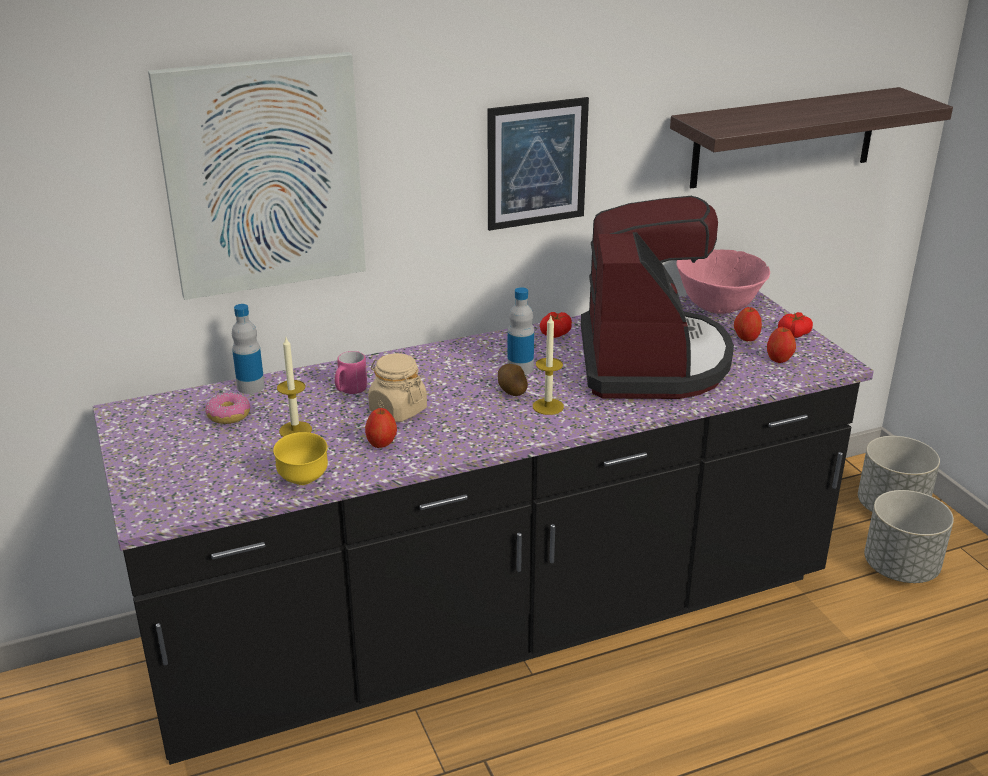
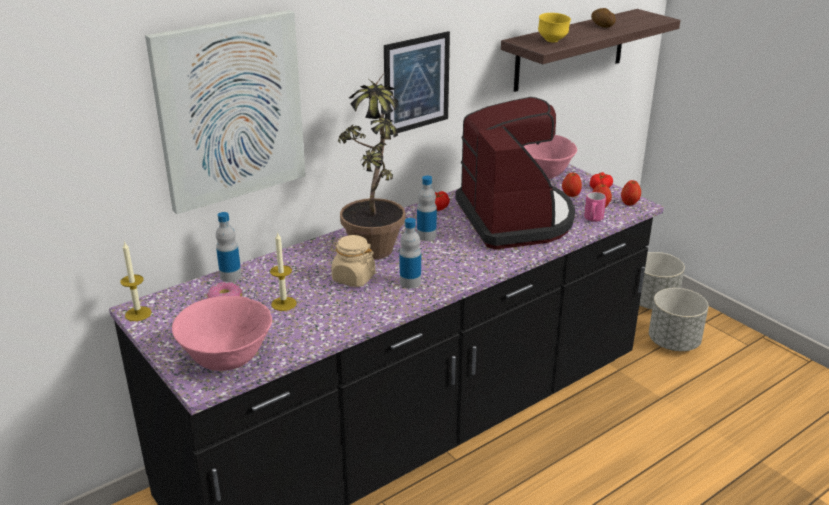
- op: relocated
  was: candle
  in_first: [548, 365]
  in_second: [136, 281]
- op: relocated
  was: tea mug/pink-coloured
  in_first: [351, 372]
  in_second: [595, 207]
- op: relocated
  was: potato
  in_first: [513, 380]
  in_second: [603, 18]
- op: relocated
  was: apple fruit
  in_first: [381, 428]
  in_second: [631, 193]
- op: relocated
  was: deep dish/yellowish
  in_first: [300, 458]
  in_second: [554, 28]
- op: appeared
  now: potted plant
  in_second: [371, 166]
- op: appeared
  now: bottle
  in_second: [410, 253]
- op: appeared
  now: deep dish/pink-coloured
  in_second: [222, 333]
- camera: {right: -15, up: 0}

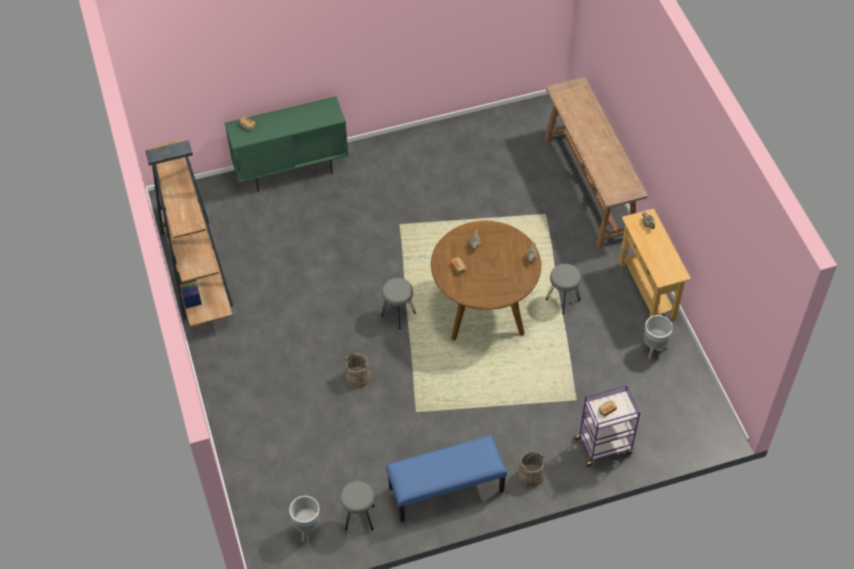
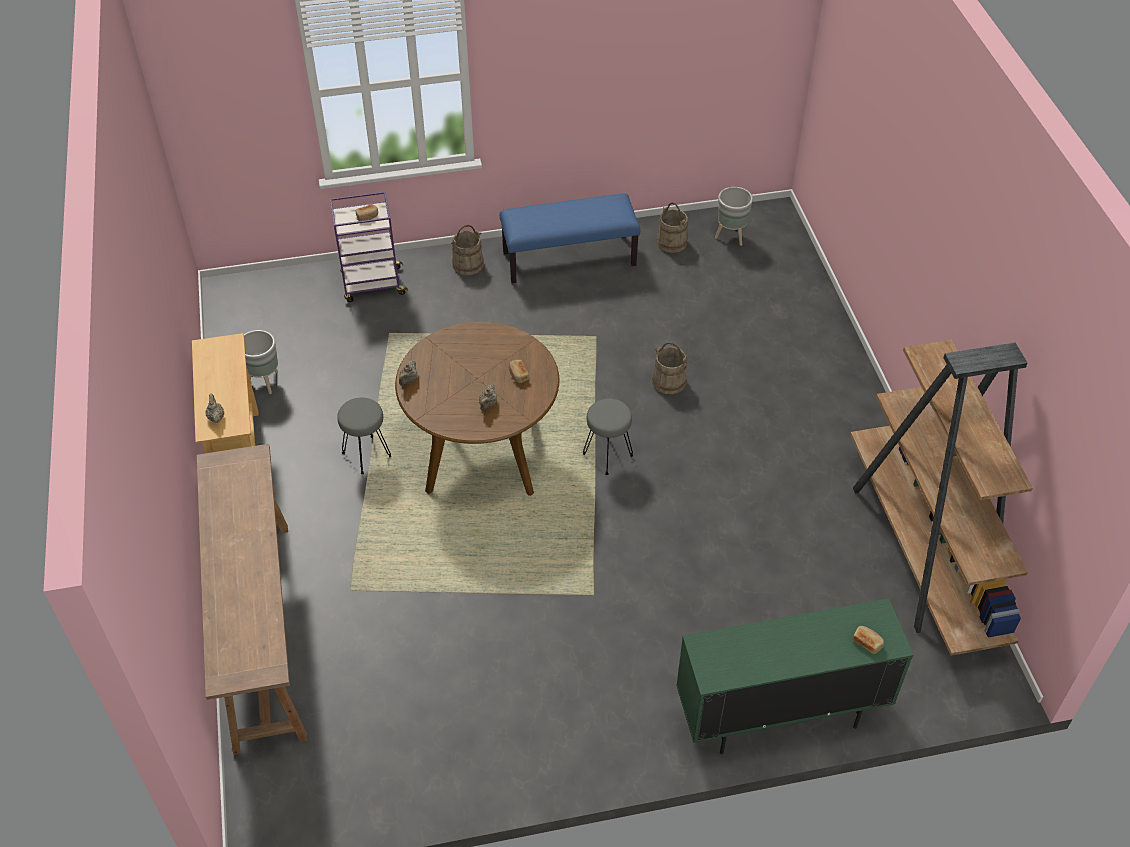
- op: exchanged
  was: stool/greyish
  now: bucket/sand-coloured
  in_first: [357, 505]
  in_second: [672, 227]
- camera: {right: -175, up: -5}

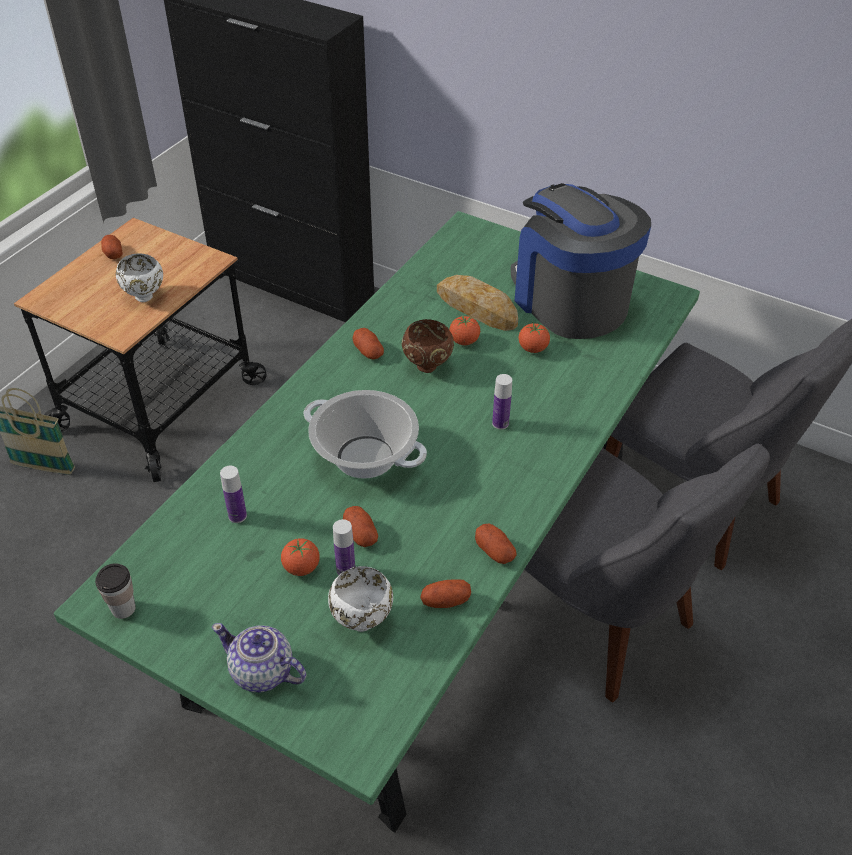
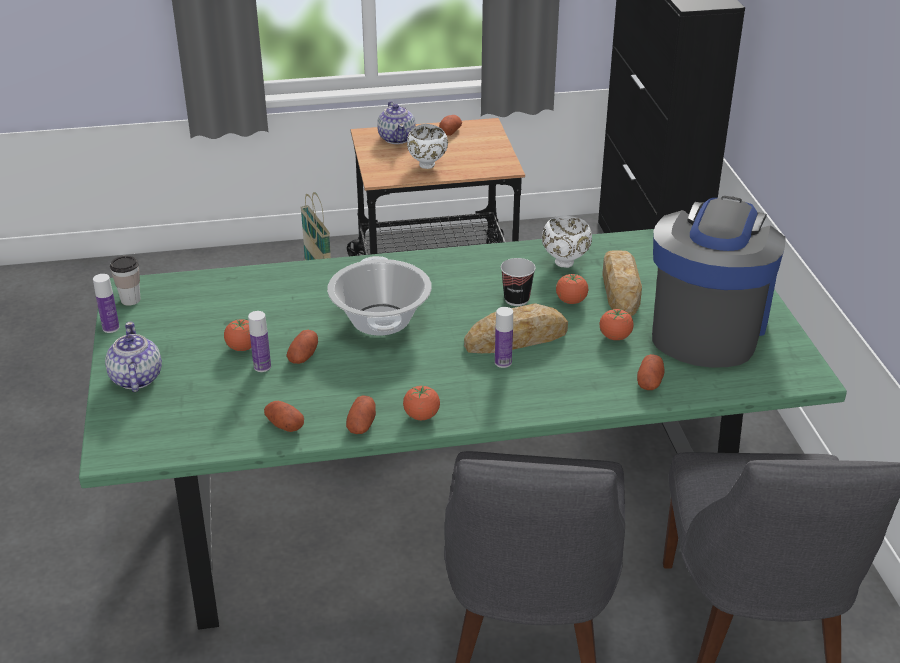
- op: exchanged
  was: deep dish/brownish
  now: cup
  in_first: [428, 346]
  in_second: [518, 282]
- op: relocated
  was: potato
  in_first: [368, 344]
  in_second: [650, 372]
- op: relocated
  was: bottle
  in_first: [233, 494]
  in_second: [106, 303]
- op: relocated
  was: deep dish/white-coloured
  in_first: [360, 599]
  in_second: [567, 242]
- op: appeared
  now: teapot
  in_second: [396, 122]
- op: appeared
  now: bread
  in_second: [516, 328]
- op: appeared
  now: whole tomato
  in_second: [421, 402]
- camera: {right: 50, up: -10}

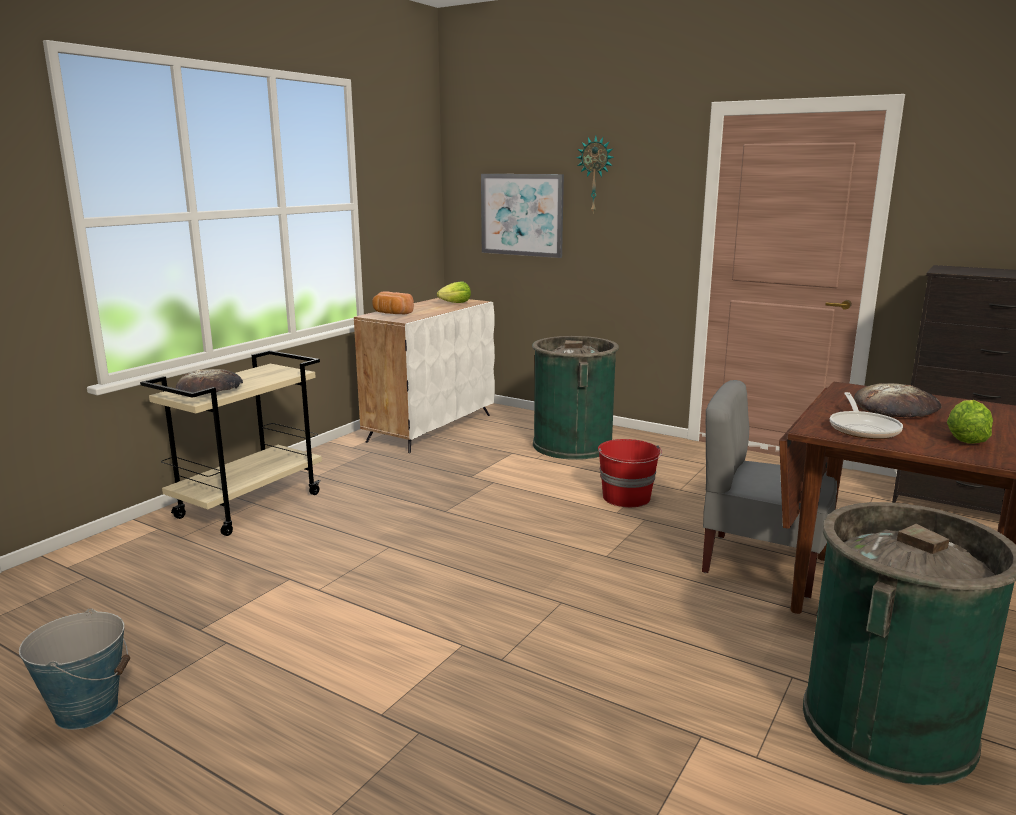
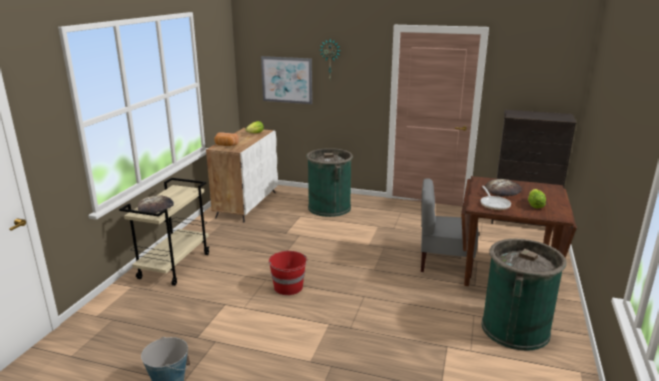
- op: relocated
  was: bucket/red
  in_first: [630, 473]
  in_second: [288, 273]
- camera: {right: -15, up: 5}

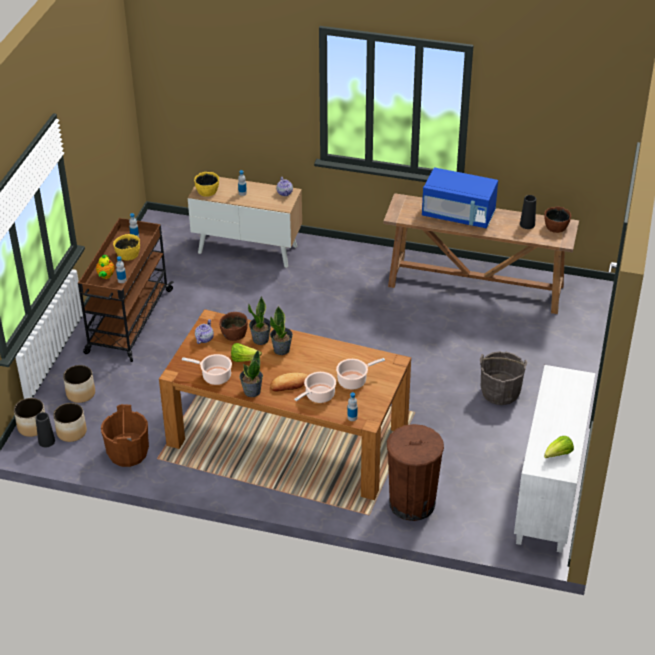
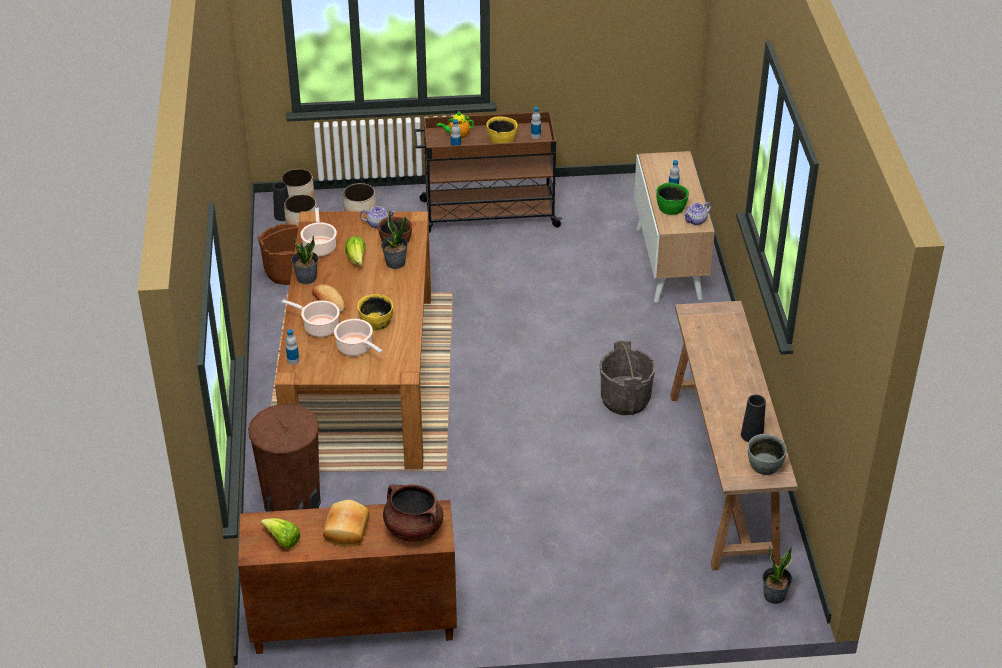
- op: missing
  was: microwave/blue-coloured
  in_first: [460, 197]
- op: relocated
  was: deep dish/yellowish
  in_first: [206, 184]
  in_second: [375, 312]
- op: colour
  was: deep dish/brownish
  now: deep dish/greyish
  in_first: [557, 219]
  in_second: [767, 454]
- op: relocated
  was: potted plant
  in_first: [281, 330]
  in_second: [777, 575]
- op: relocated
  was: bucket/greyish
  in_first: [503, 378]
  in_second: [627, 378]
- op: colour
  was: cabinet/white-coloured
  now: cabinet/brownish
  in_first: [555, 459]
  in_second: [347, 577]
- op: appeared
  now: deep dish/green-coloured
  in_second: [672, 199]
- op: appeared
  now: stockpot/brownish
  in_second: [413, 513]
- op: appeared
  now: bread
  in_second: [346, 523]
- camera: {right: 70, up: 0}

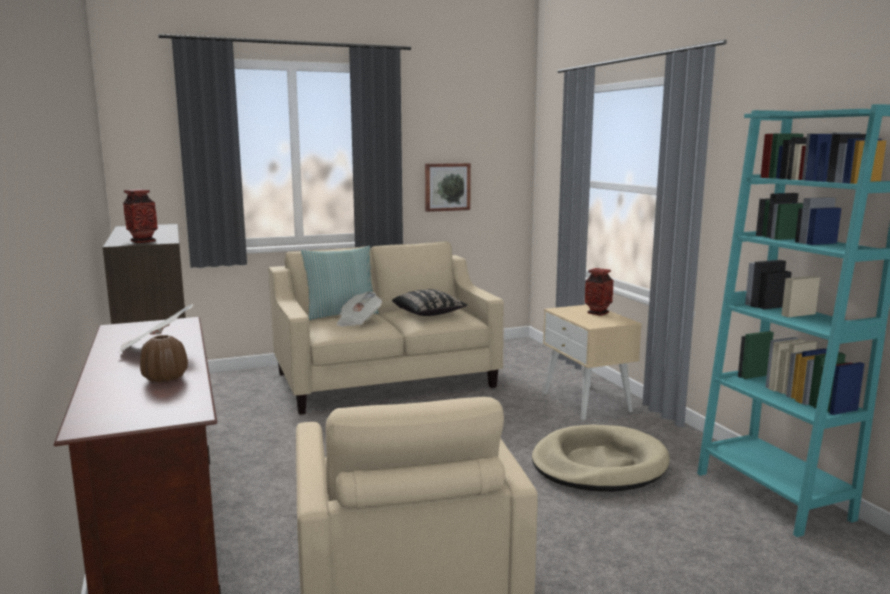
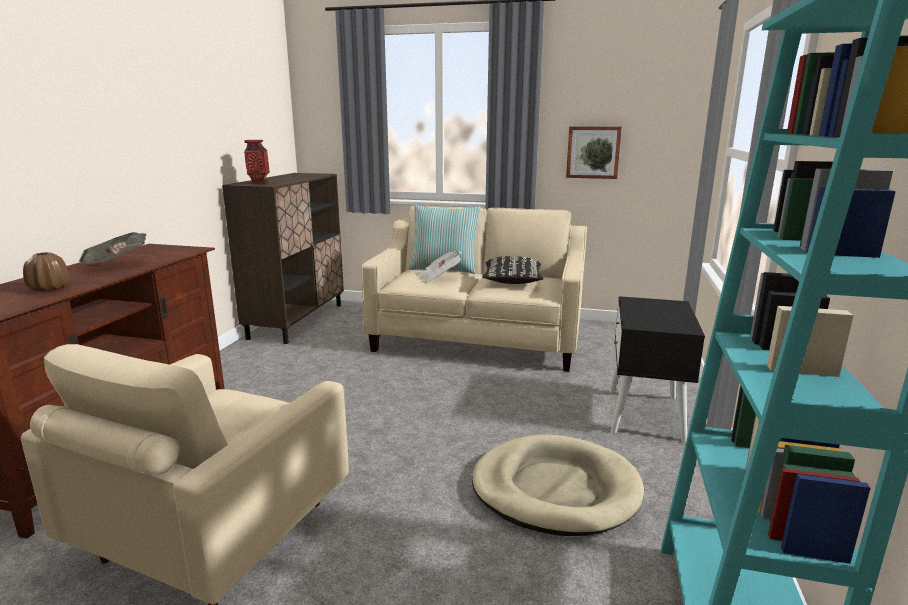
- op: missing
  was: flower vase
  in_first: [599, 292]
- op: colour
  was: night table/sand-coloured
  now: night table/blackish
  in_first: [592, 362]
  in_second: [657, 369]
- camera: {right: 35, up: 5}

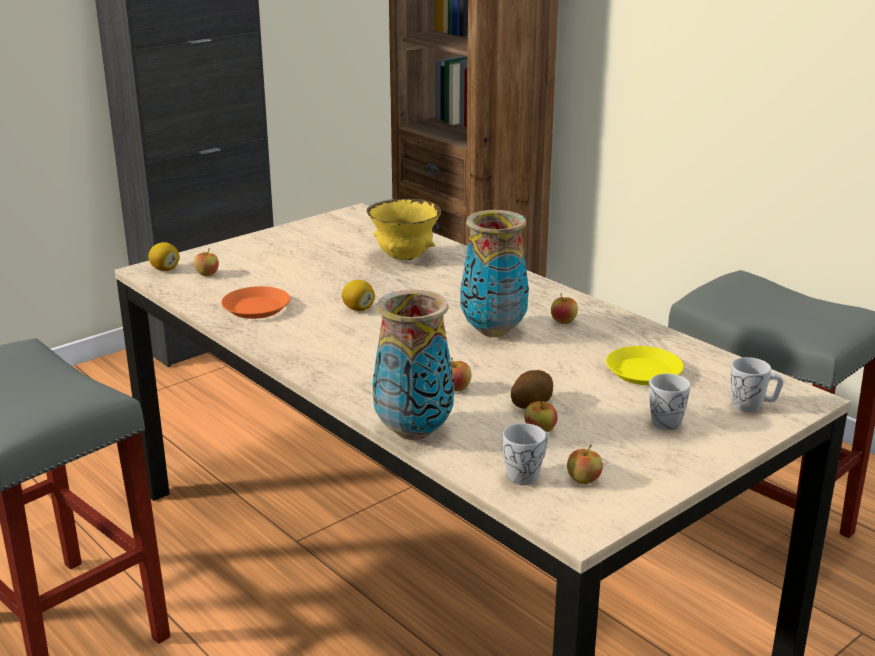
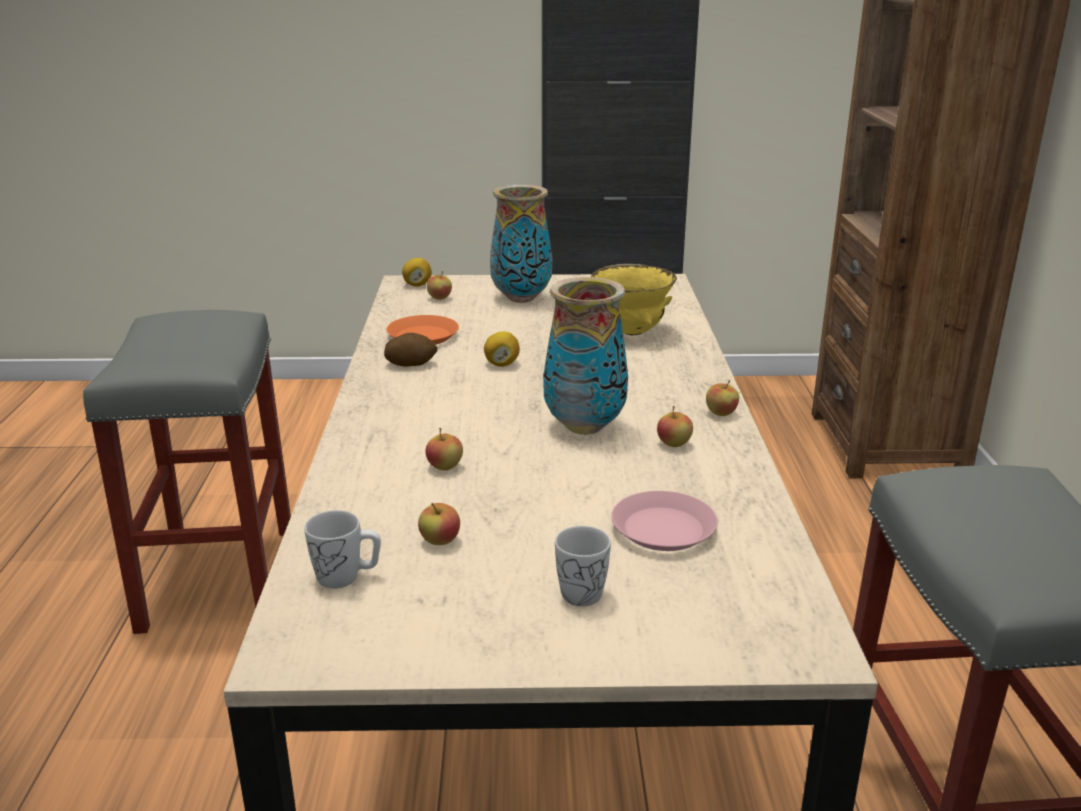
- op: relocated
  was: flower vase
  in_first: [413, 364]
  in_second: [521, 244]
- op: colour
  was: flat dish/yellowish
  now: flat dish/pink-coloured
  in_first: [645, 365]
  in_second: [664, 521]
- op: missing
  was: tea mug/white-coloured
  in_first: [756, 384]
- op: relocated
  was: potato
  in_first: [532, 389]
  in_second: [411, 350]
- op: relocated
  was: apple fruit
  in_first: [585, 464]
  in_second: [722, 397]
- camera: {right: 40, up: 0}

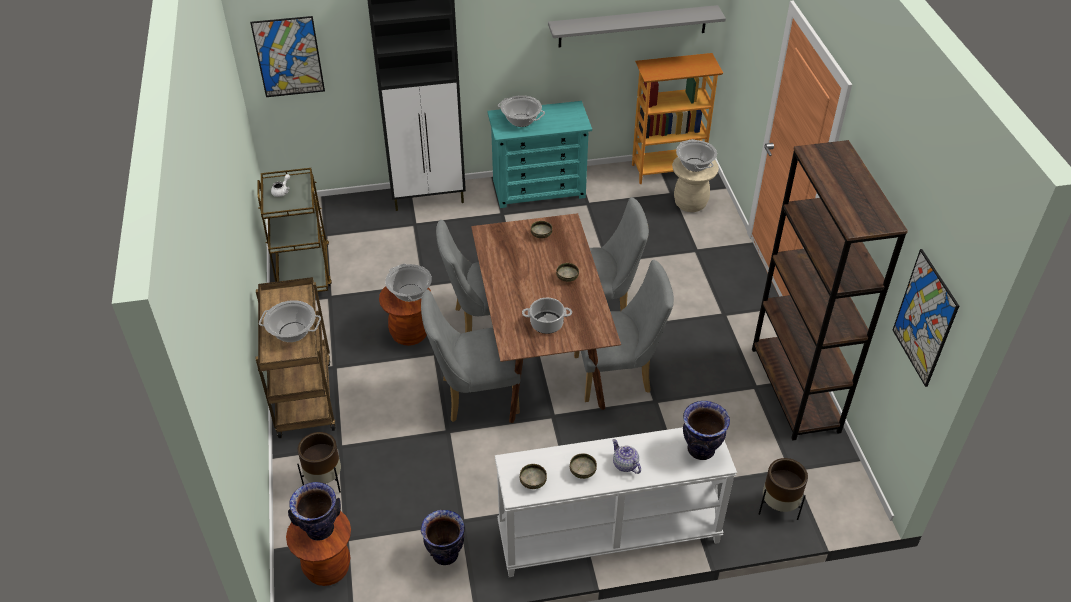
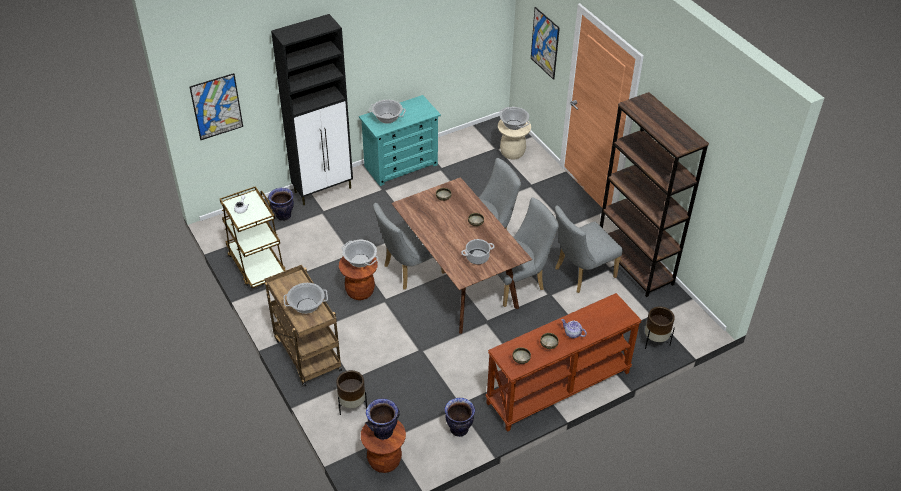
- op: missing
  was: shelf/greyish
  in_first: [637, 26]
- op: missing
  was: shelving unit
  in_first: [677, 118]
- op: relocated
  was: wall picture
  in_first: [926, 318]
  in_second: [545, 43]
- op: relocated
  was: chair/greyish
  in_first: [471, 355]
  in_second: [589, 249]
- op: relocated
  was: flower vase
  in_first: [706, 430]
  in_second: [281, 204]
- op: colour
  was: hall table/white-coloured
  now: hall table/brownish
  in_first: [616, 502]
  in_second: [564, 362]
- camera: {right: -20, up: 0}

